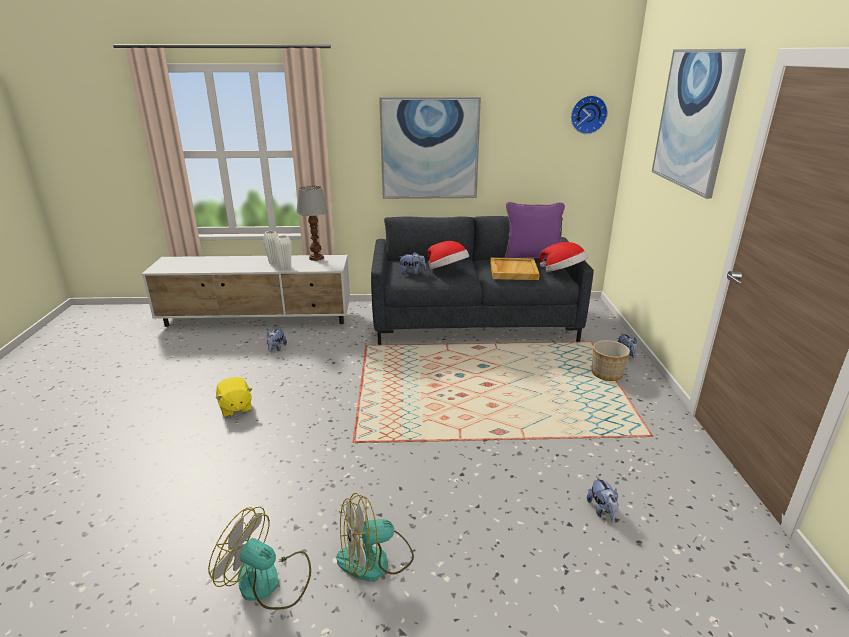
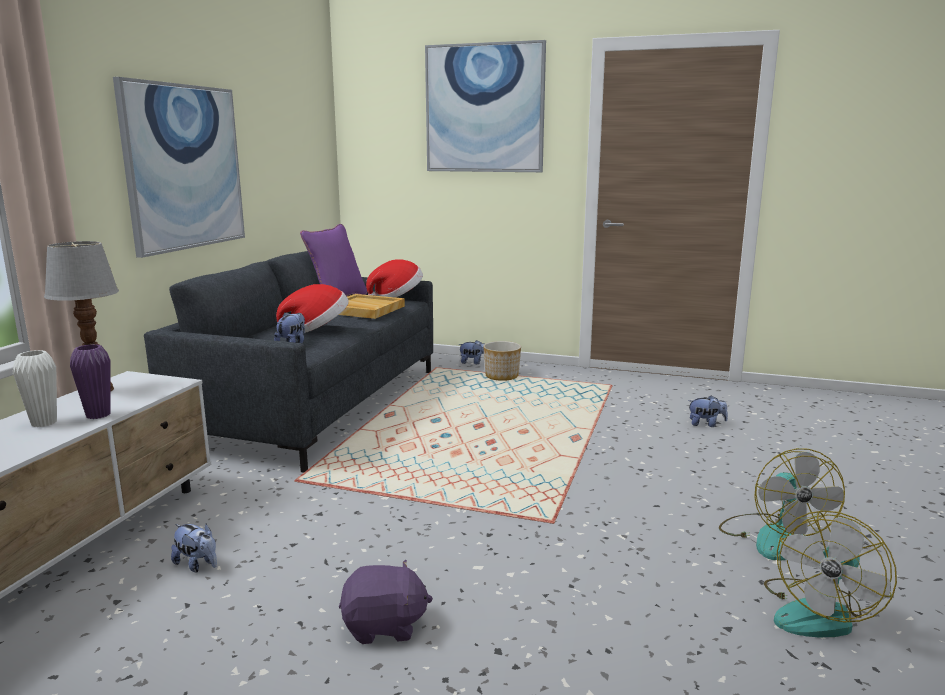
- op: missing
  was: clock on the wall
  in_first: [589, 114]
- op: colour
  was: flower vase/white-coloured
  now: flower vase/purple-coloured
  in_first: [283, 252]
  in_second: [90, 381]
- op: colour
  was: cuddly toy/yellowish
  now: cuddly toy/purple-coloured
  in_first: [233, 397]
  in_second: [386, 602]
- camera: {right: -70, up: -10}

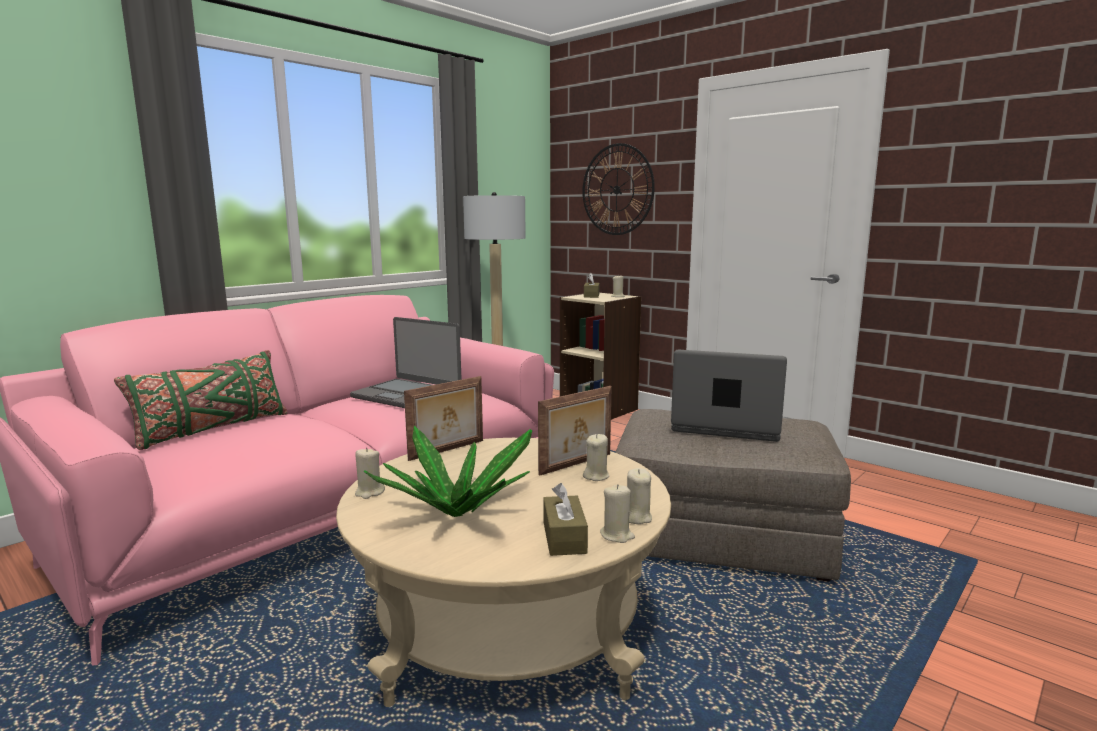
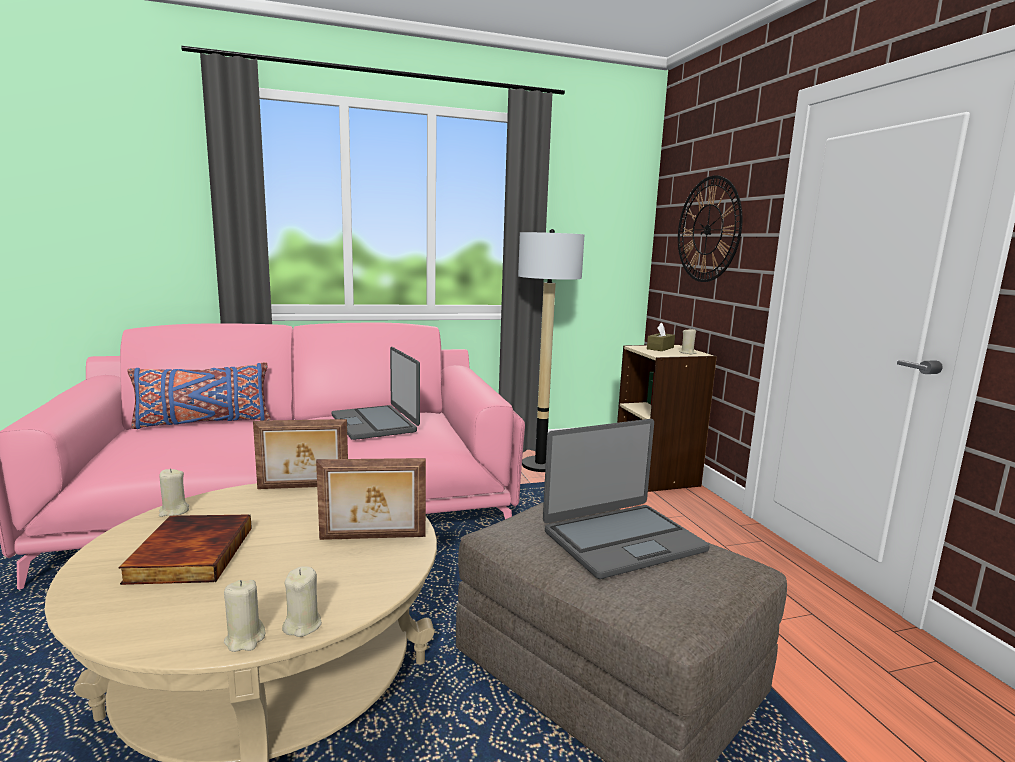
- op: colour
  was: cushion/green-coloured
  now: cushion/blue-coloured
  in_first: [200, 400]
  in_second: [199, 395]
- op: spun
  was: notebook computer
  in_first: [729, 396]
  in_second: [626, 499]
  clockwise: 105
- op: exchanged
  was: potted plant
  now: book
  in_first: [448, 471]
  in_second: [185, 550]
- op: missing
  was: candle/sand-coloured
  in_first: [596, 457]
- op: missing
  was: tissue holder/brownish
  in_first: [565, 519]
- camera: {right: 30, up: 0}

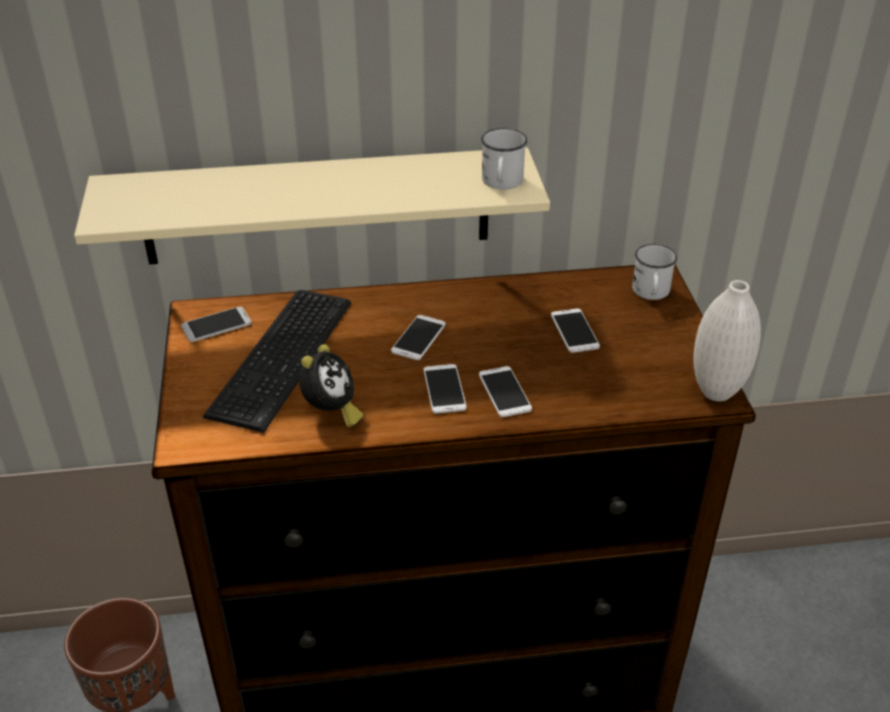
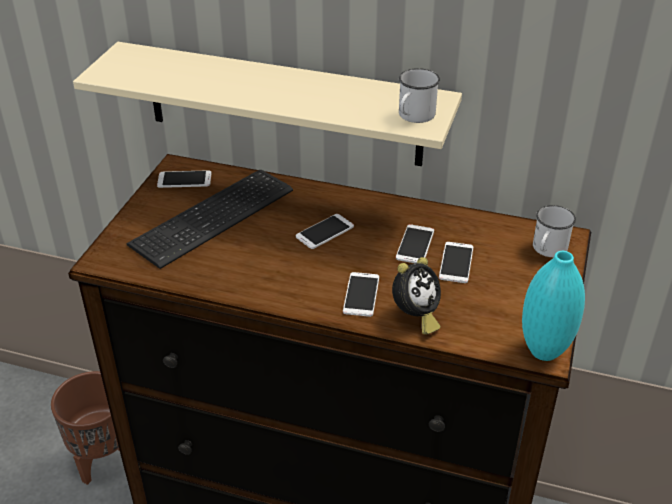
- op: colour
  was: flower vase/white-coloured
  now: flower vase/turquoise-coloured
  in_first: [727, 341]
  in_second: [553, 306]
- op: relocated
  was: bedside clock
  in_first: [331, 385]
  in_second: [416, 296]
- op: relocated
  was: telephone
  in_first: [445, 389]
  in_second: [415, 243]
- camera: {right: 25, up: 0}

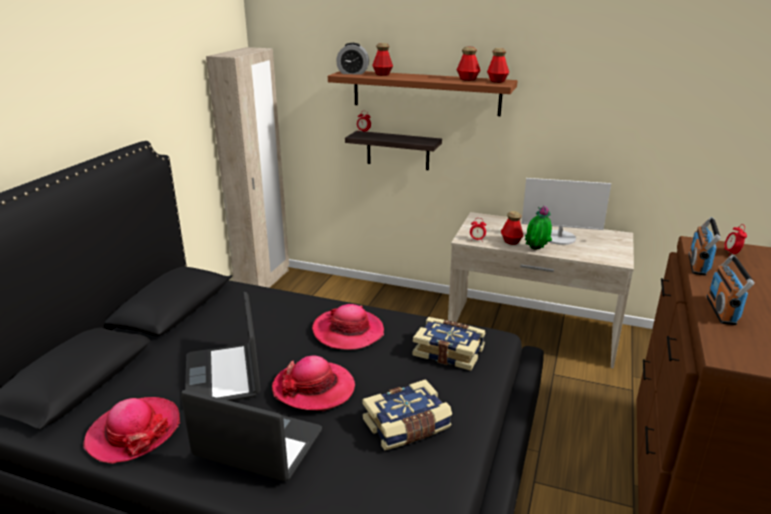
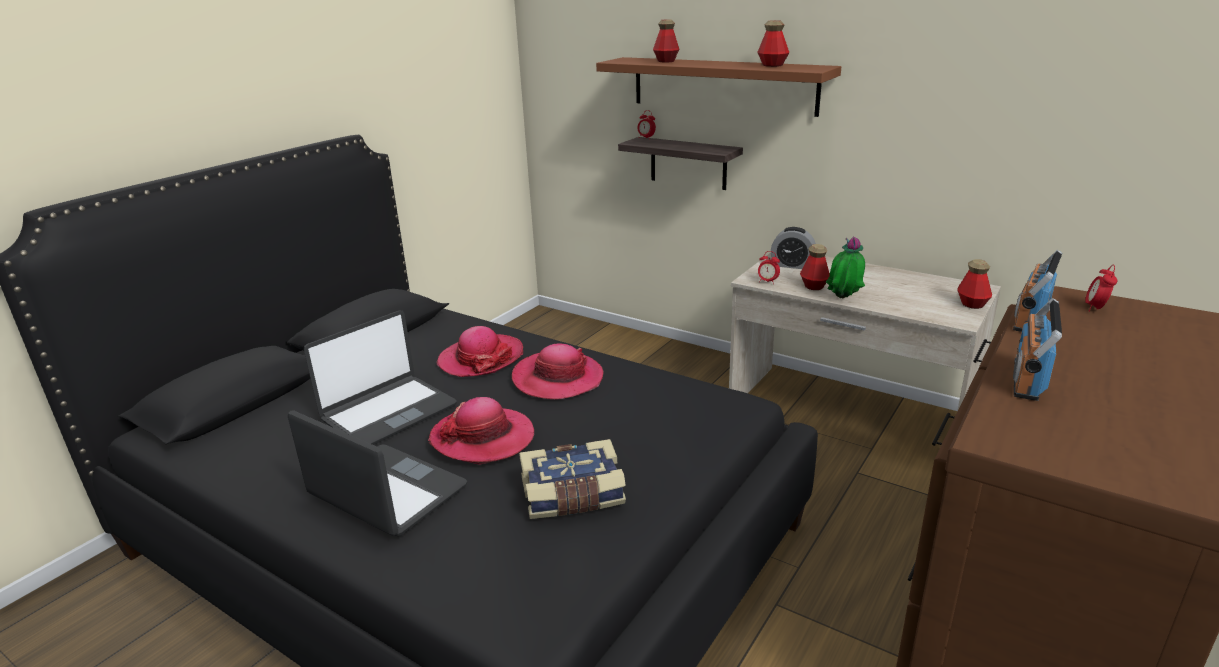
- op: relocated
  was: bedside clock
  in_first: [352, 59]
  in_second: [793, 248]
- op: missing
  was: clothes cupboard/sand-coloured
  in_first: [247, 167]
- op: relocated
  was: bottle
  in_first: [498, 65]
  in_second: [974, 284]
- op: missing
  was: computer screen
  in_first: [566, 211]
- op: spun
  was: notebook computer
  in_first: [223, 346]
  in_second: [380, 378]
  clockwise: -135
- op: missing
  was: book
  in_first: [449, 344]
- op: relocated
  was: hat
  in_first: [131, 430]
  in_second: [479, 351]
- camera: {right: 15, up: 0}

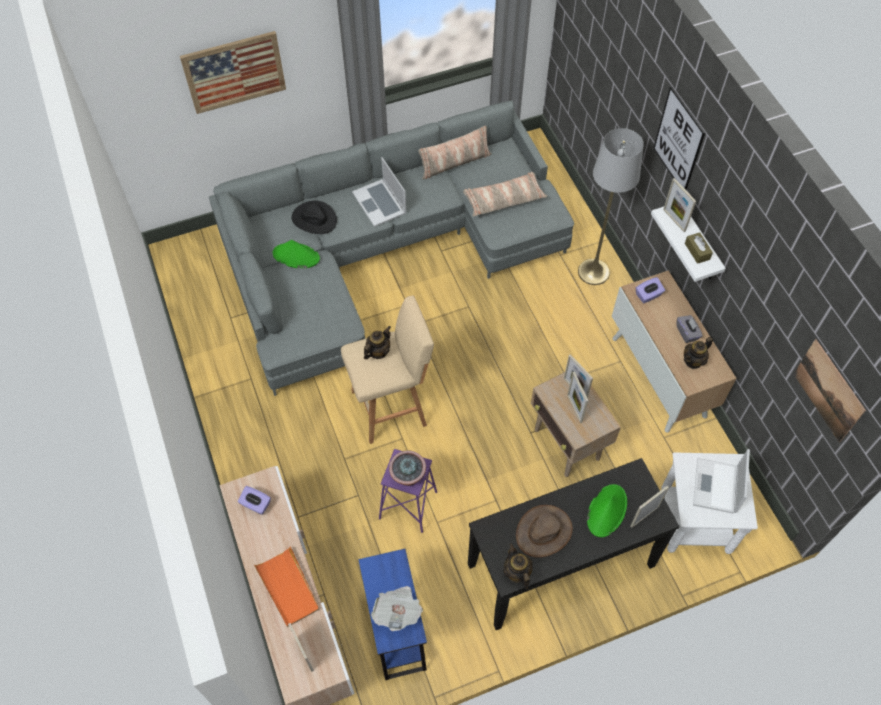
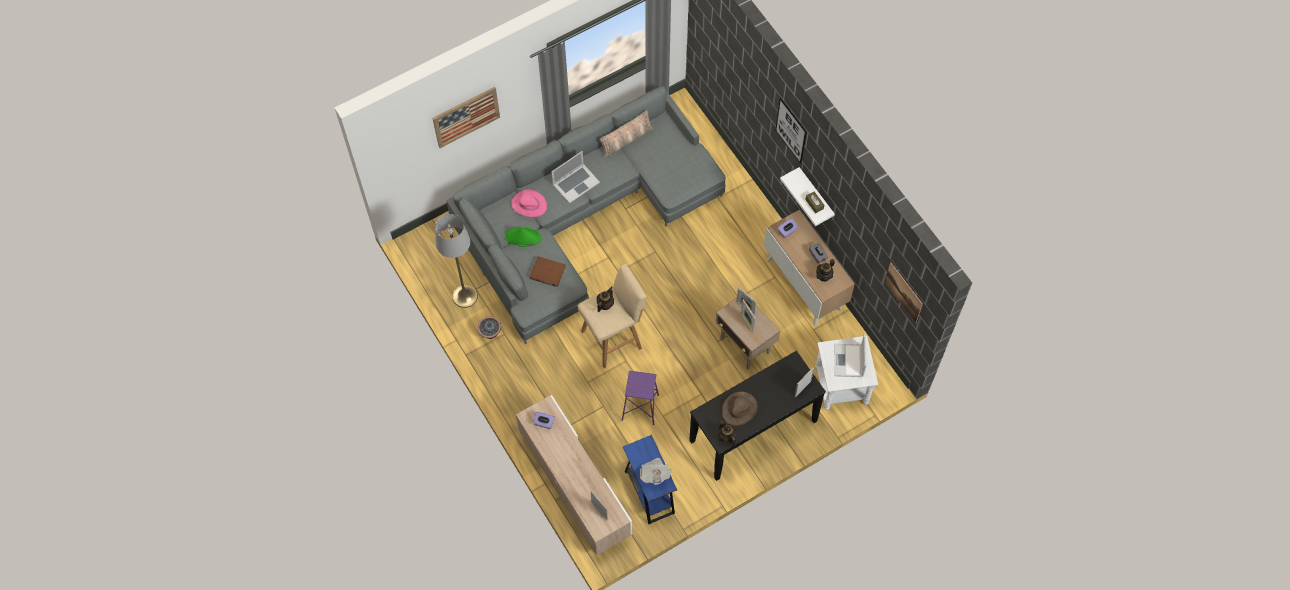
- op: relocated
  was: standard lamp/greyish
  in_first: [611, 206]
  in_second: [456, 261]
- op: spun
  was: notebook computer
  in_first: [379, 192]
  in_second: [576, 177]
  clockwise: -90
- op: missing
  was: cushion
  in_first: [505, 194]
- op: missing
  was: photo frame
  in_first: [679, 205]
- op: colour
  was: hat/blackish
  now: hat/pink-coloured
  in_first: [314, 217]
  in_second: [529, 203]
- op: relocated
  was: potted plant
  in_first: [407, 468]
  in_second: [489, 327]
- op: missing
  was: hat/green-coloured
  in_first: [607, 510]
- op: missing
  was: serving tray/orangey
  in_first: [286, 586]
- op: appeared
  now: book/brownish
  in_second: [548, 271]
- camera: {right: -10, up: 5}

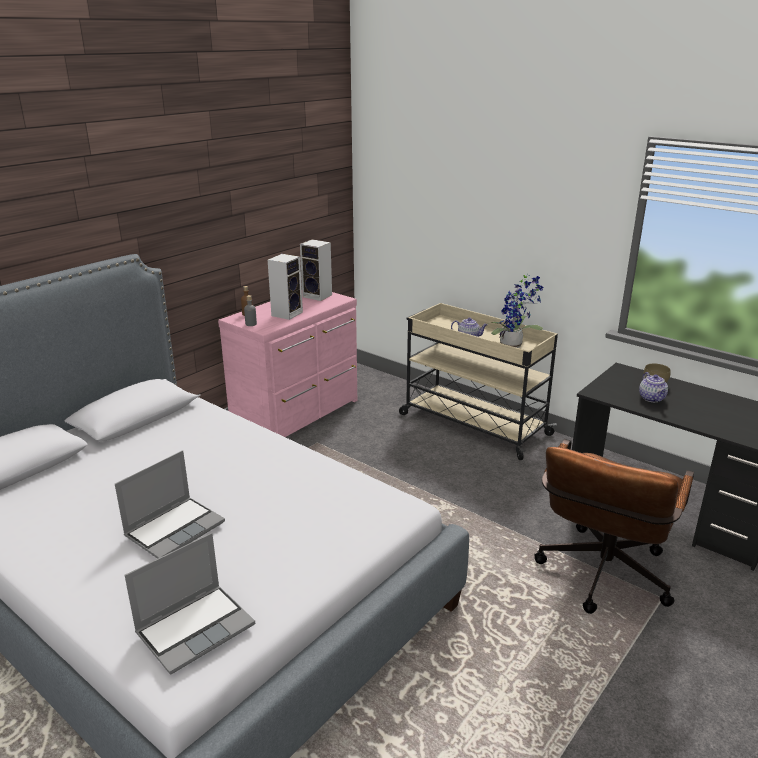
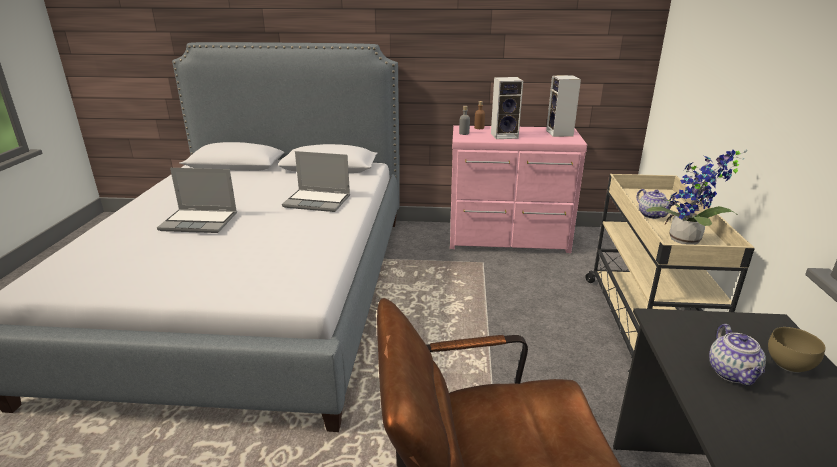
- op: spun
  was: teapot
  in_first: [653, 387]
  in_second: [737, 355]
  clockwise: -45
- op: relocated
  was: notebook computer
  in_first: [190, 604]
  in_second: [316, 181]
- camera: {right: 55, up: 0}

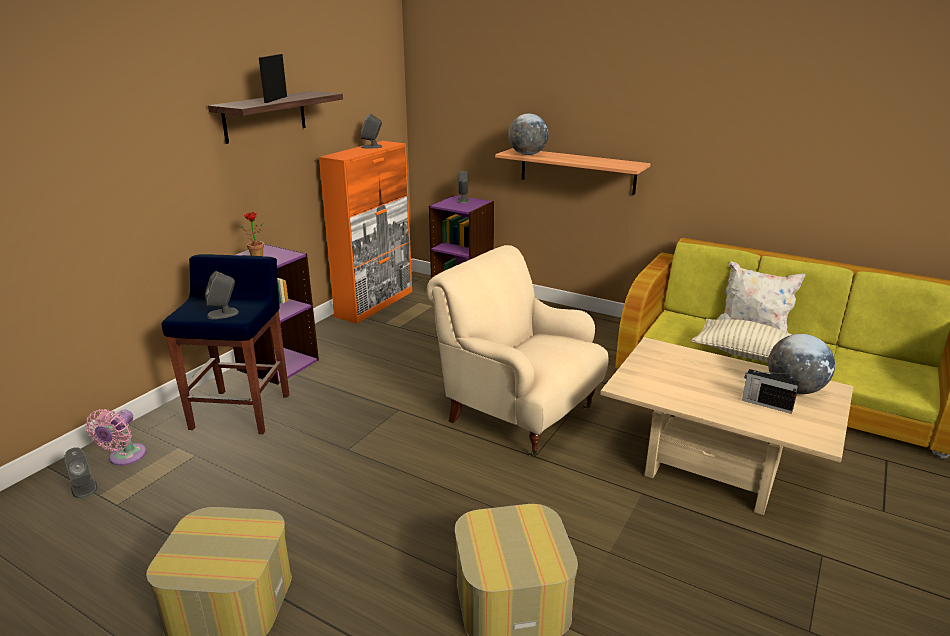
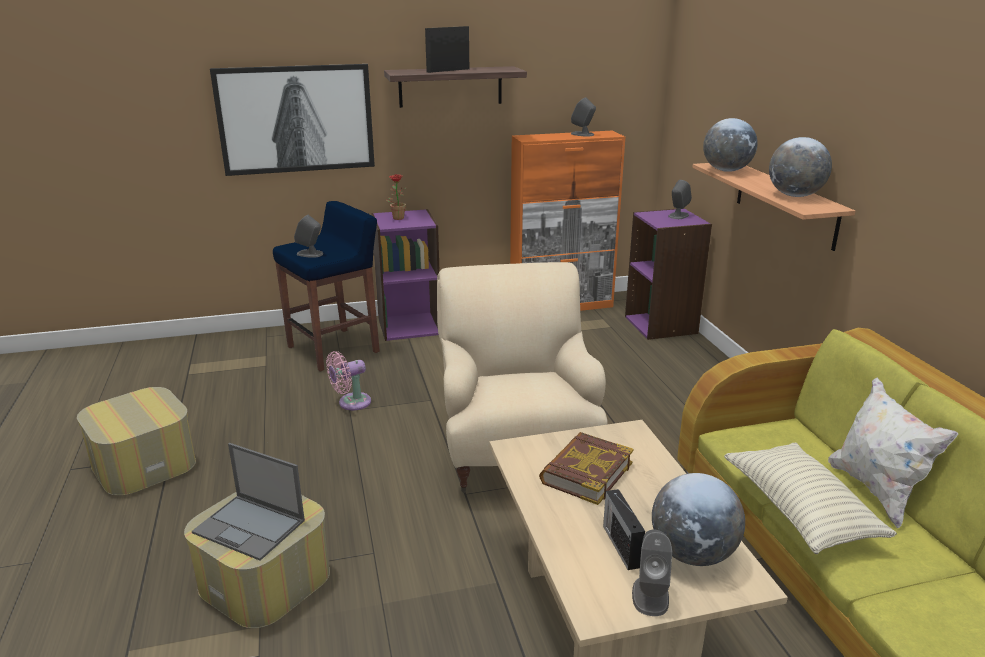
- op: relocated
  was: electric fan/pink-coloured
  in_first: [115, 437]
  in_second: [348, 380]
- op: relocated
  was: speaker/greyish
  in_first: [81, 473]
  in_second: [652, 572]
- op: appeared
  now: wall picture
  in_second: [292, 120]
- op: appeared
  now: desk globe
  in_second: [800, 167]
- op: appeared
  now: book
  in_second: [586, 468]
- op: appeared
  now: notebook computer
  in_second: [248, 502]
- camera: {right: 45, up: 0}

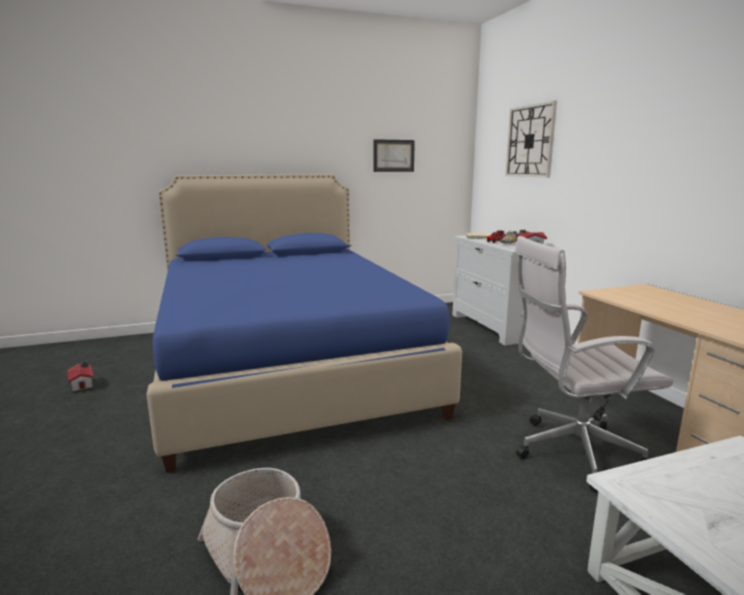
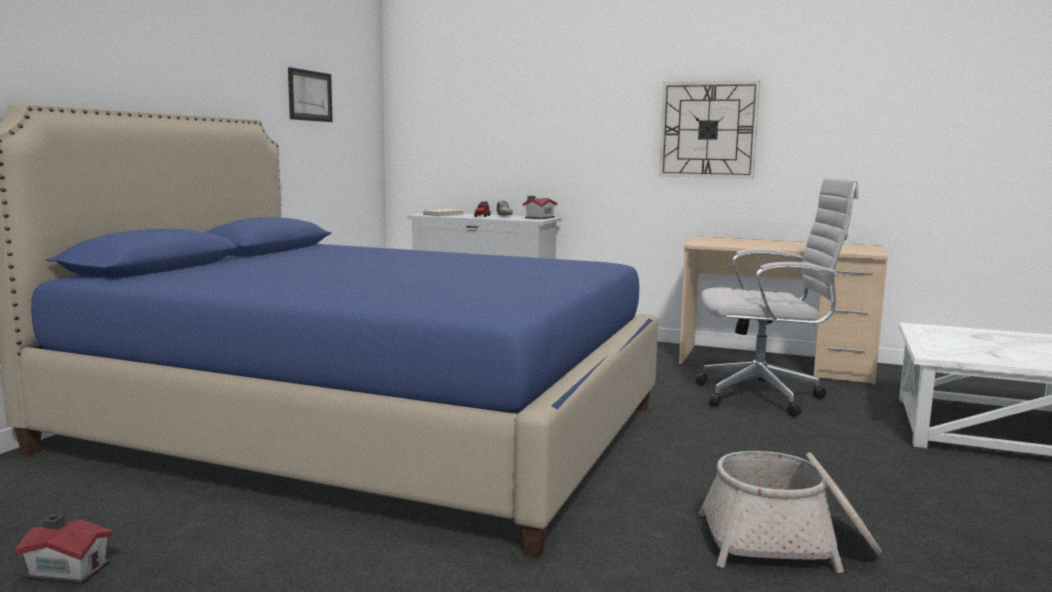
- op: relocated
  was: clock on the wall
  in_first: [531, 139]
  in_second: [709, 130]
- op: spun
  was: desk chair/white-coloured
  in_first: [594, 364]
  in_second: [777, 297]
  clockwise: -120
- camera: {right: -50, up: -5}

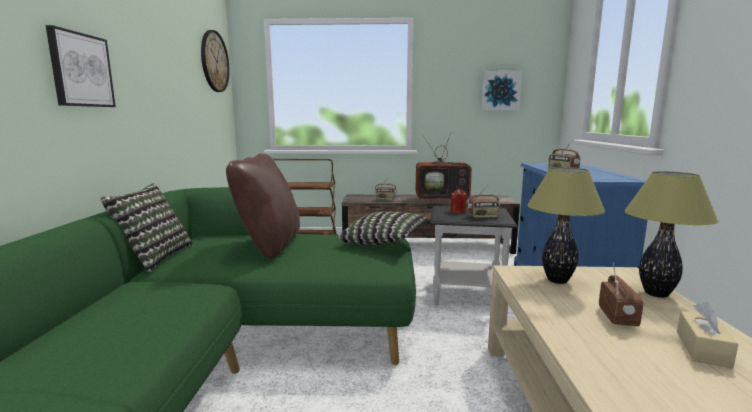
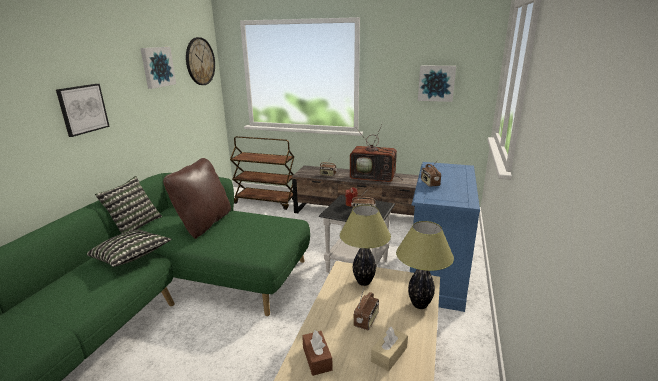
- op: relocated
  was: cushion
  in_first: [382, 228]
  in_second: [129, 248]
- op: appeared
  now: wall picture
  in_second: [158, 68]
- op: appeared
  now: tissue holder/brownish
  in_second: [317, 353]
- camera: {right: 15, up: 10}

